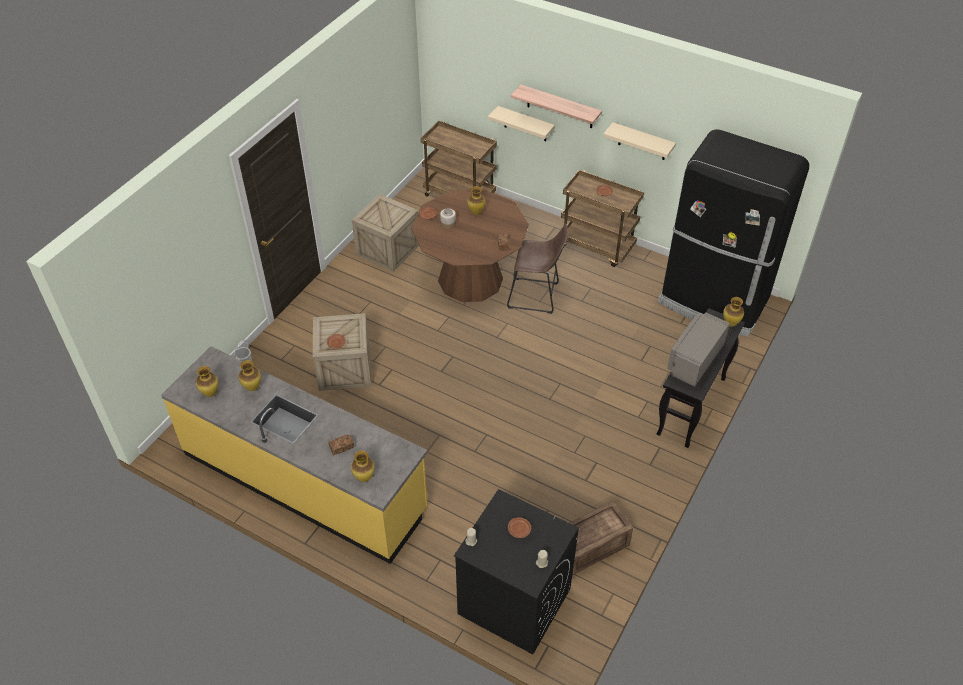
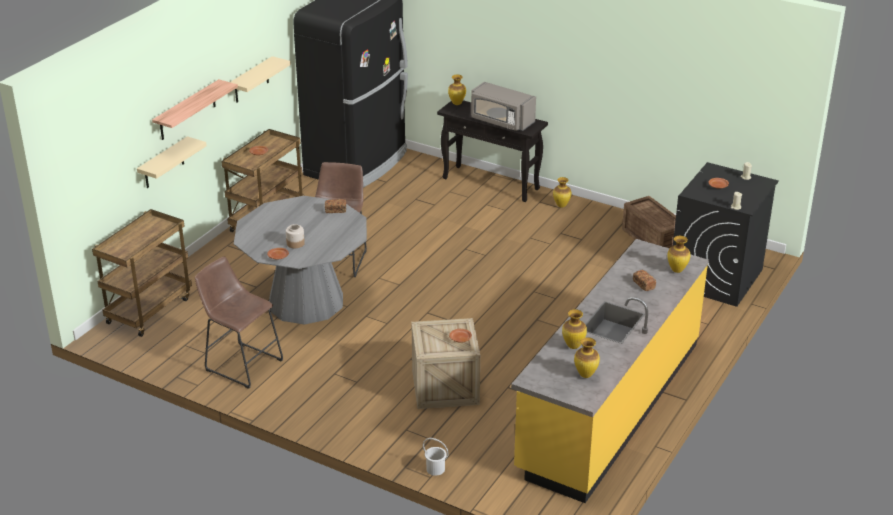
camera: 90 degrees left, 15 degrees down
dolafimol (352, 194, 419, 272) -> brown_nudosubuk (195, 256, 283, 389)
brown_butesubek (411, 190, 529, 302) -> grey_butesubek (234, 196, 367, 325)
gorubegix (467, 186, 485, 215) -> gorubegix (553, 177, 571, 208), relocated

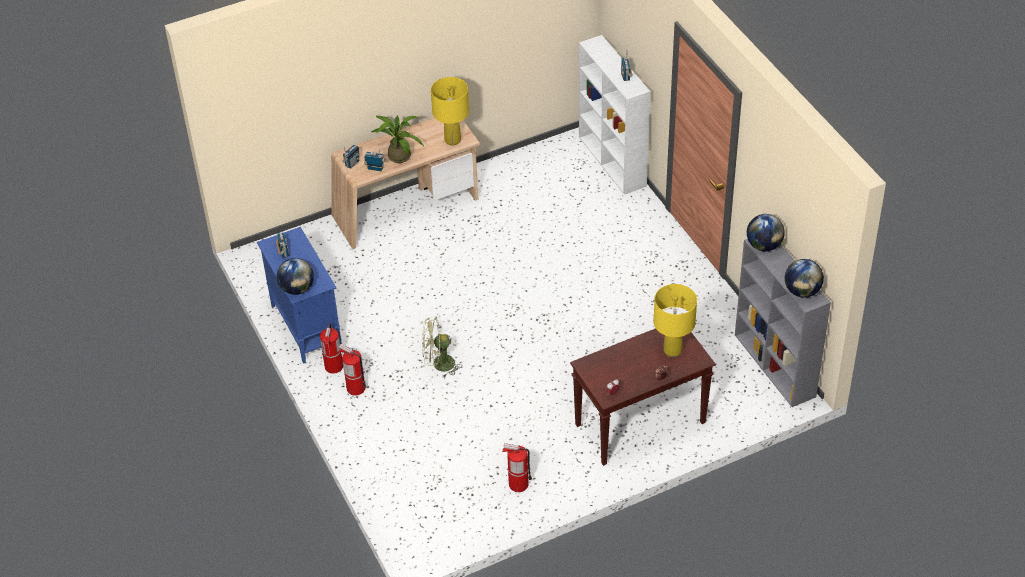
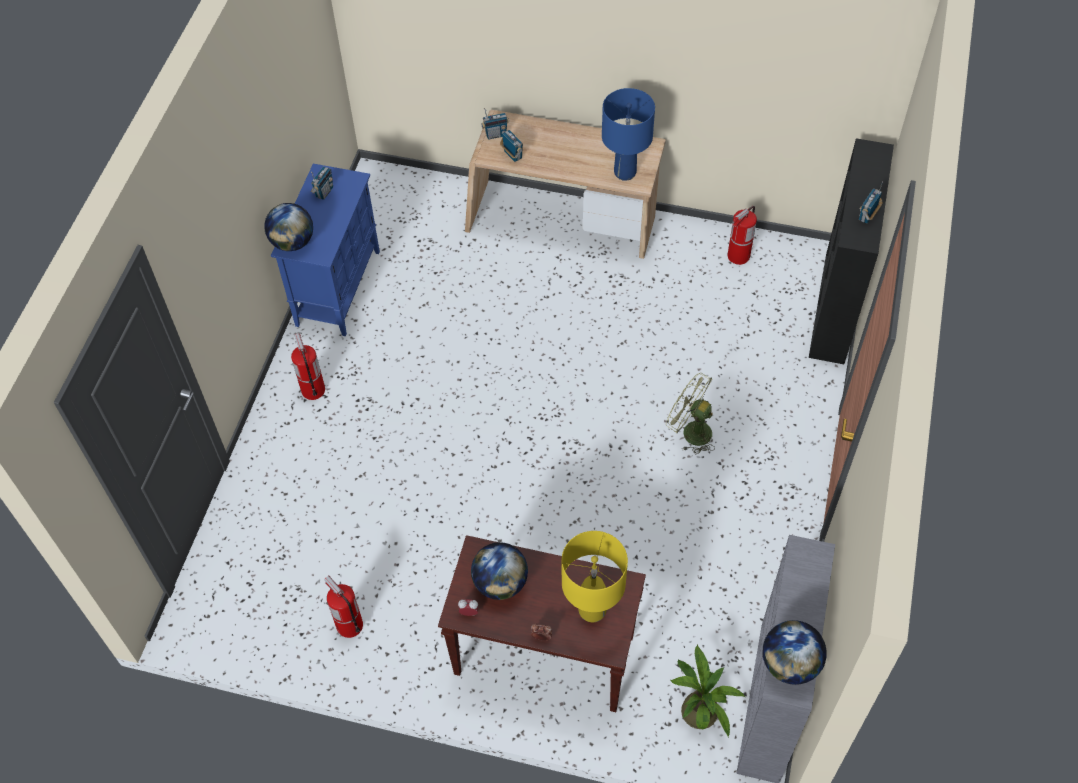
camera: 40 degrees right, 10 degrees up
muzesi (747, 214, 785, 251) -> muzesi (471, 542, 528, 600), relocated
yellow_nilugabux (431, 77, 469, 145) -> blue_nilugabux (602, 88, 655, 181)
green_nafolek (422, 317, 462, 377) -> green_nafolek (666, 373, 715, 454), relocated
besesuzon (371, 115, 424, 163) -> besesuzon (671, 645, 745, 737), relocated
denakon (320, 323, 343, 374) -> denakon (728, 206, 757, 265), relocated
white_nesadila (579, 35, 651, 195) -> black_nesadila (809, 138, 894, 364)

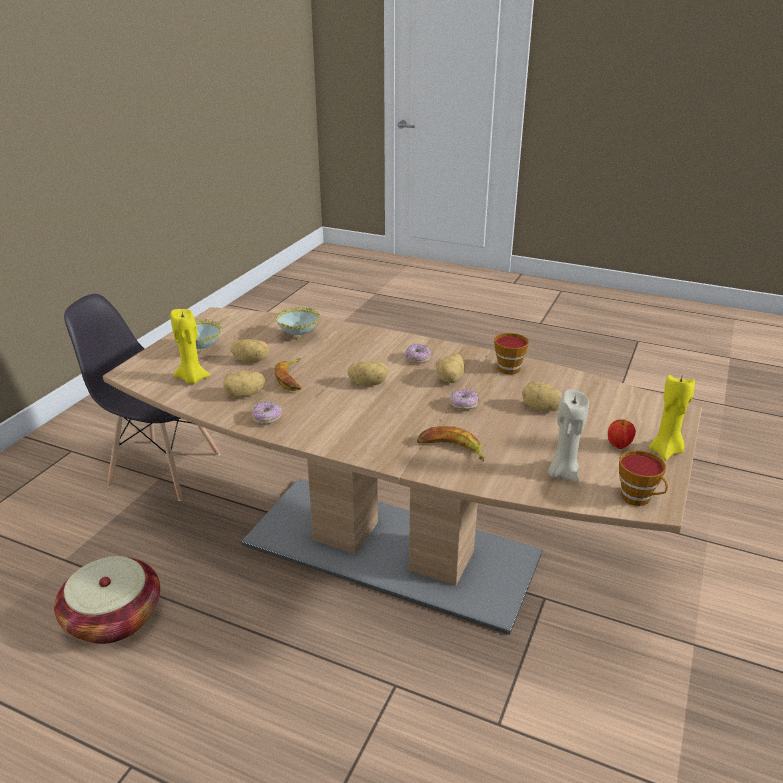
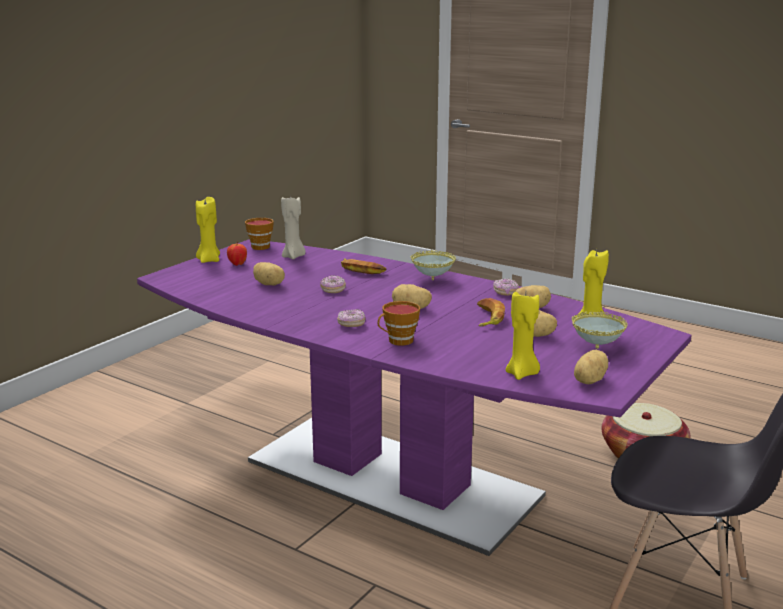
camera: 170 degrees left, 10 degrees down
brown_butesubek (103, 307, 702, 635) -> purple_butesubek (137, 239, 692, 556)
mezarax (494, 333, 529, 374) -> mezarax (377, 301, 420, 346), relocated
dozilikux (275, 306, 320, 338) -> dozilikux (411, 250, 456, 280), relocated
none -> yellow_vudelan (506, 292, 540, 380)
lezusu (437, 353, 464, 383) -> lezusu (574, 350, 608, 384), relocated

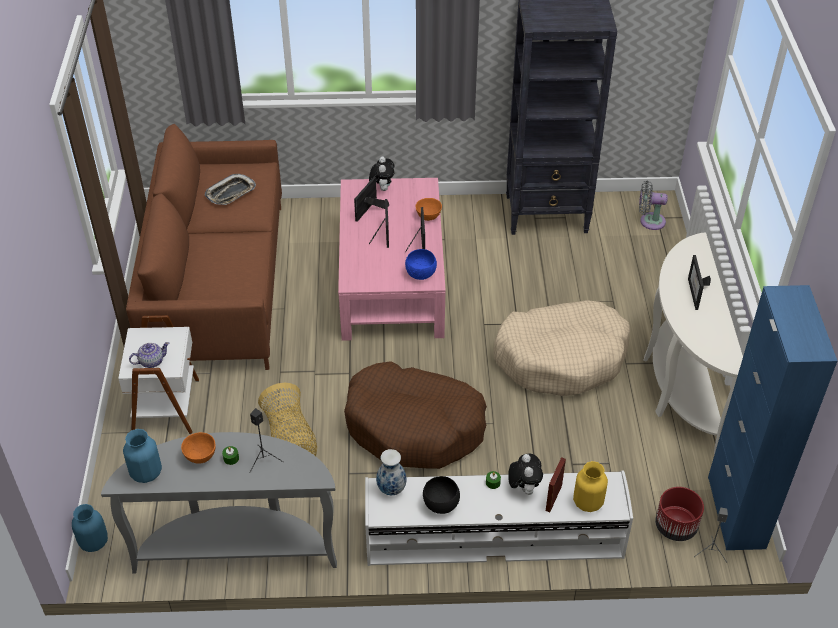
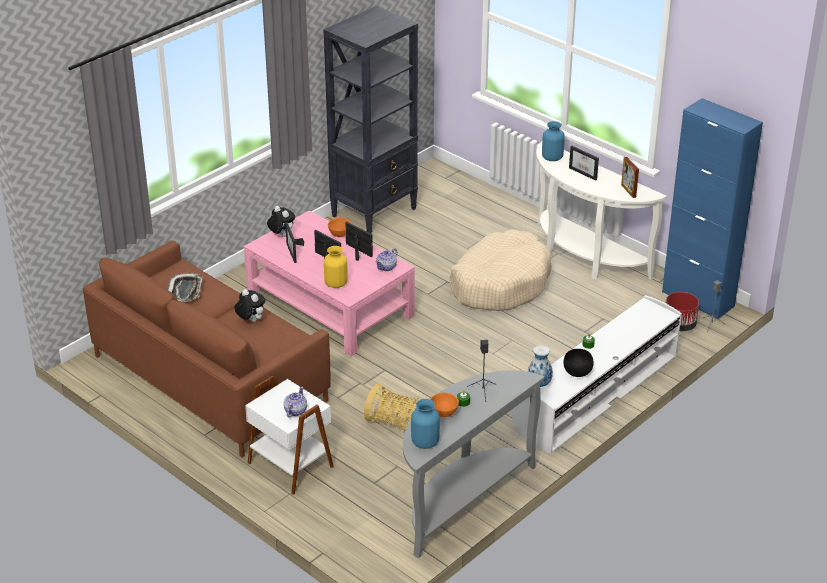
camera: 45 degrees left, 10 degrees down
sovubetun (508, 454, 543, 495) -> sovubetun (234, 289, 265, 322), relocated
yellow_gorubegix (573, 461, 608, 512) -> yellow_gorubegix (324, 246, 348, 288), relocated
blue_dozilikux (405, 249, 437, 280) -> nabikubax (375, 248, 398, 271)
blue_gorubegix (72, 504, 108, 552) -> blue_gorubegix (542, 121, 565, 161), relocated
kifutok (546, 457, 566, 512) -> kifutok (621, 157, 639, 198), relocated
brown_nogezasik (344, 361, 487, 469) -> none
grey_nafolek (639, 181, 668, 230) -> none

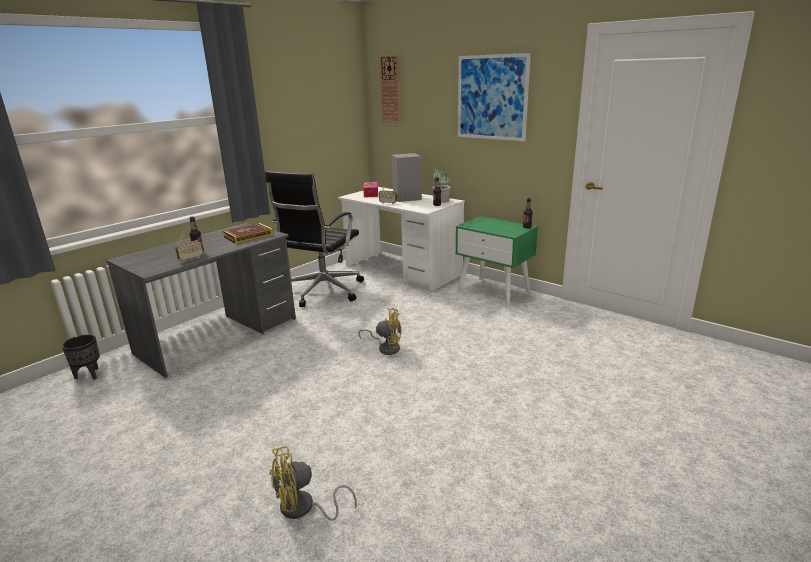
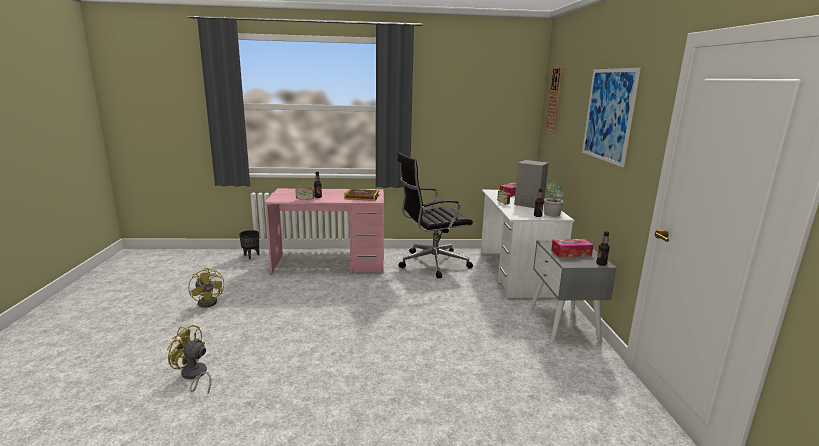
camera: 45 degrees right, 5 degrees down
yellow_nafolek (358, 308, 402, 355) -> yellow_nafolek (188, 268, 224, 308), relocated
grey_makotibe (106, 223, 296, 378) -> pink_makotibe (264, 188, 384, 274)
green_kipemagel (455, 216, 538, 307) -> grey_kipemagel (530, 240, 617, 342)
none -> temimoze (551, 239, 593, 257)

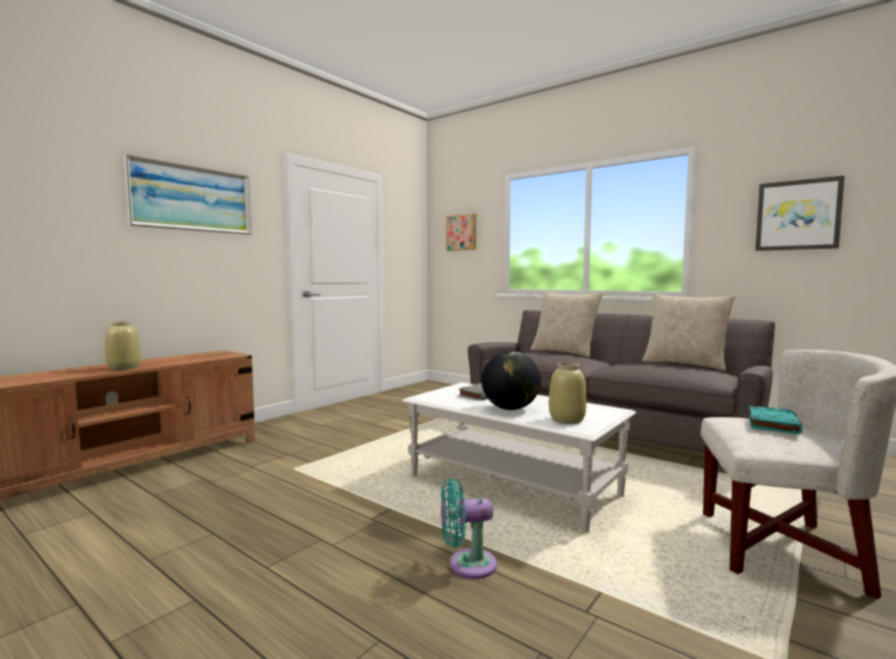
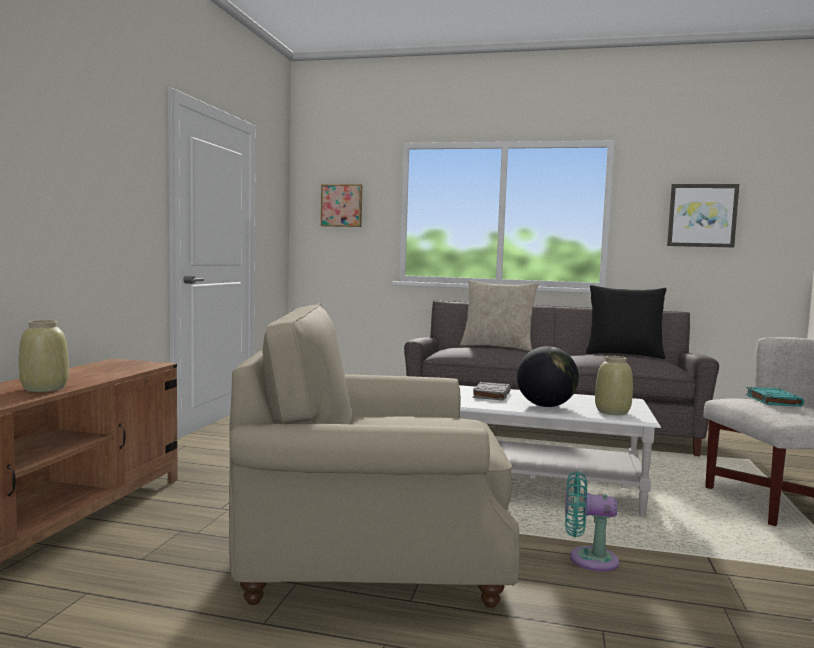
camera: 25 degrees left, 0 degrees up
none -> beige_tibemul (229, 304, 520, 608)
turquoise_nafolek (441, 478, 497, 579) -> turquoise_nafolek (565, 471, 619, 572), 45 degrees clockwise
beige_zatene (642, 294, 735, 371) -> black_zatene (586, 285, 667, 359)
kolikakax (124, 154, 252, 235) -> none

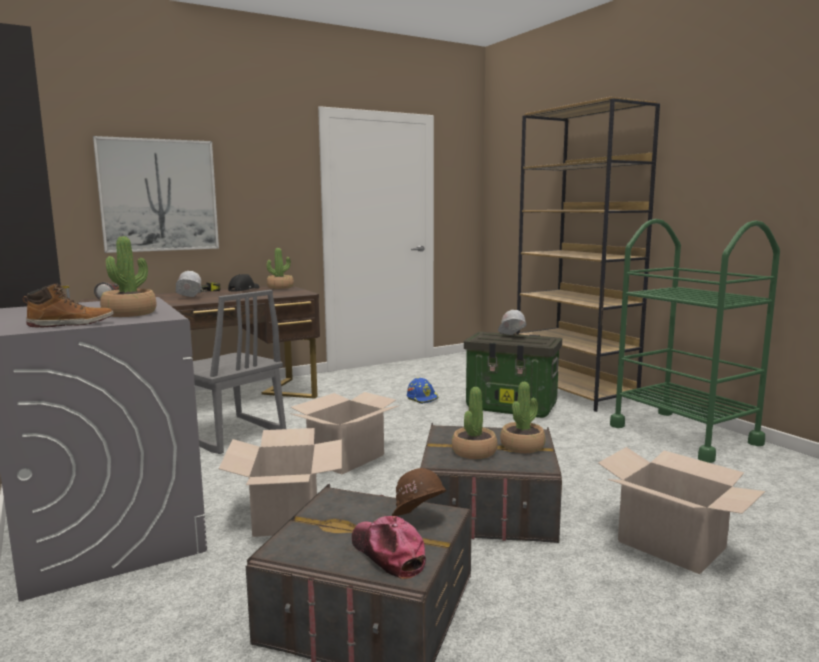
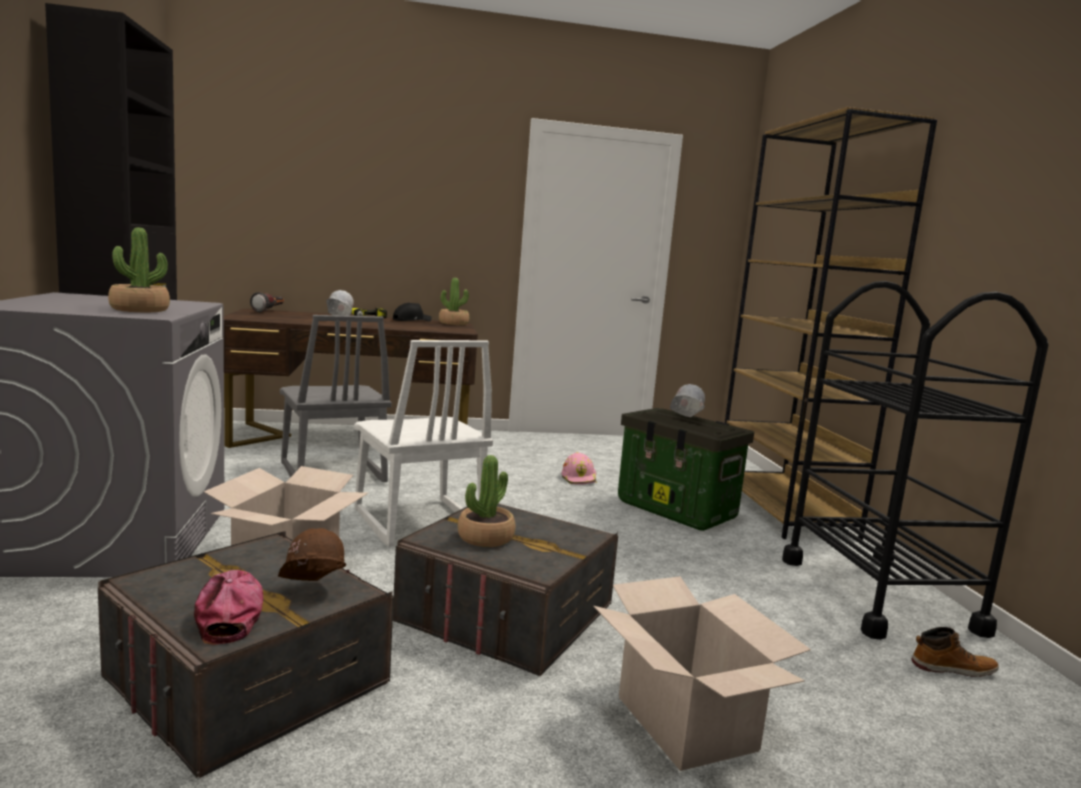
camera: 20 degrees right, 0 degrees up
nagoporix (290, 392, 400, 474) -> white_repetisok (354, 340, 493, 547)
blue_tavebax (407, 378, 439, 404) -> pink_tavebax (561, 452, 597, 485)
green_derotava (610, 219, 780, 463) -> black_derotava (782, 281, 1048, 640)
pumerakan (23, 283, 114, 328) -> pumerakan (912, 627, 999, 677), relocated
kolikakax (93, 136, 219, 253) -> none
besesuzon (500, 382, 546, 453) -> none

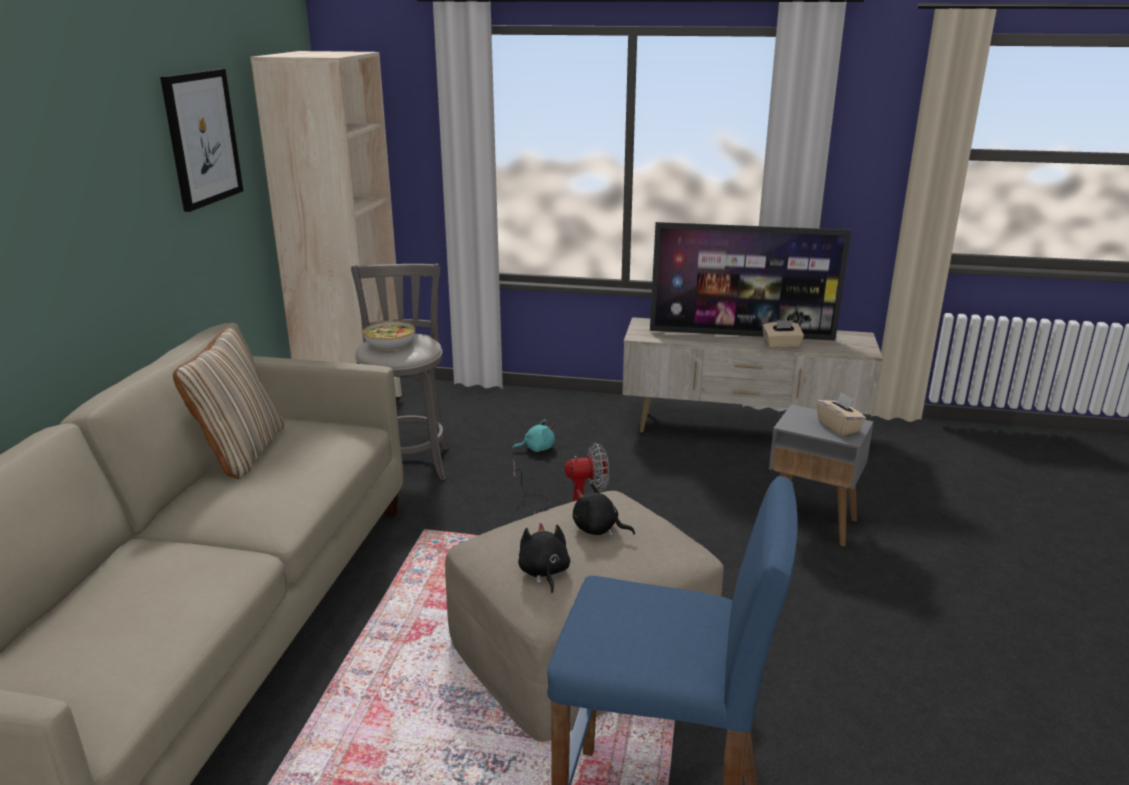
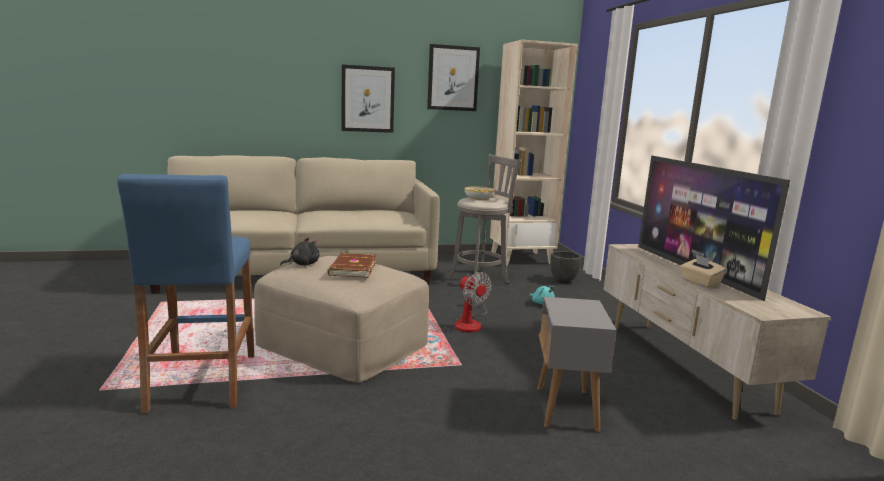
camera: 65 degrees right, 10 degrees down
black_sovubetun (573, 483, 635, 536) -> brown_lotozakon (328, 253, 377, 278)
none -> kolikakax (342, 65, 395, 133)
none -> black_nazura (550, 251, 581, 283)
beige_zatene (173, 328, 285, 479) -> none
beige_temimoze (817, 392, 866, 436) -> none

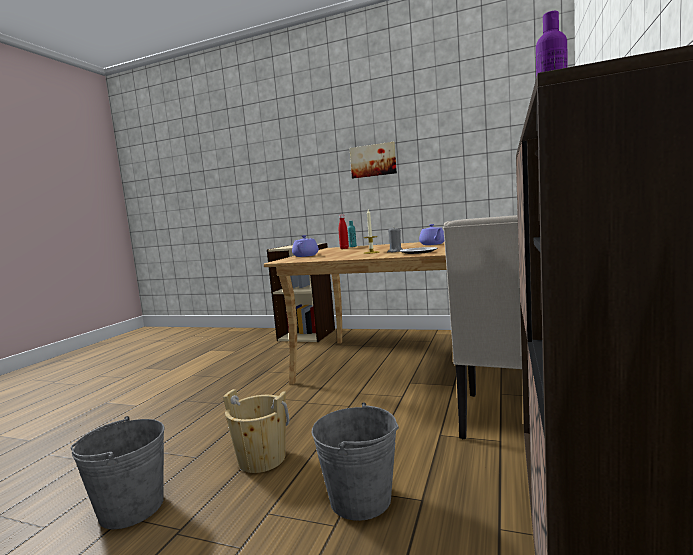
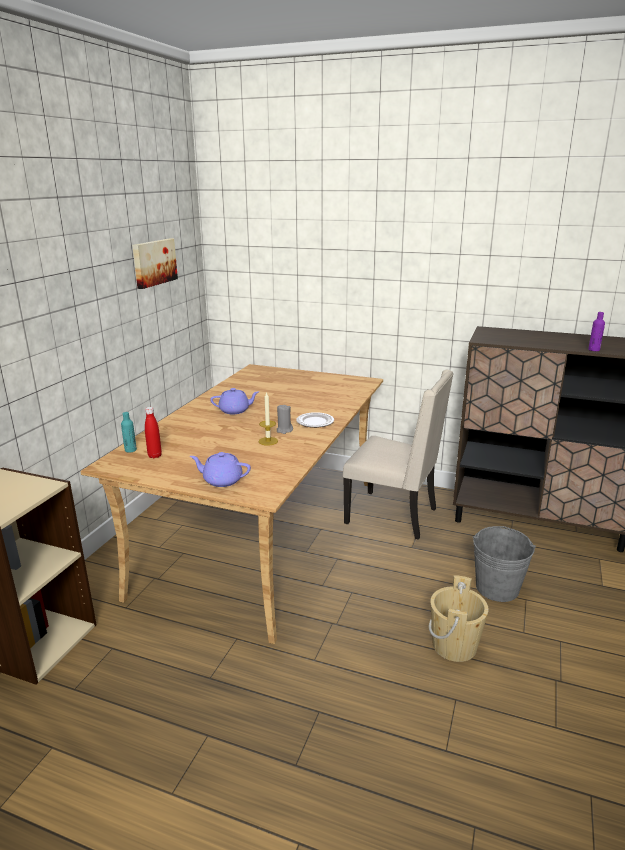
camera: 90 degrees left, 15 degrees up
kolikakax (350, 142, 397, 179) -> kolikakax (132, 238, 178, 289), relocated
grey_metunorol (71, 416, 164, 529) -> none

